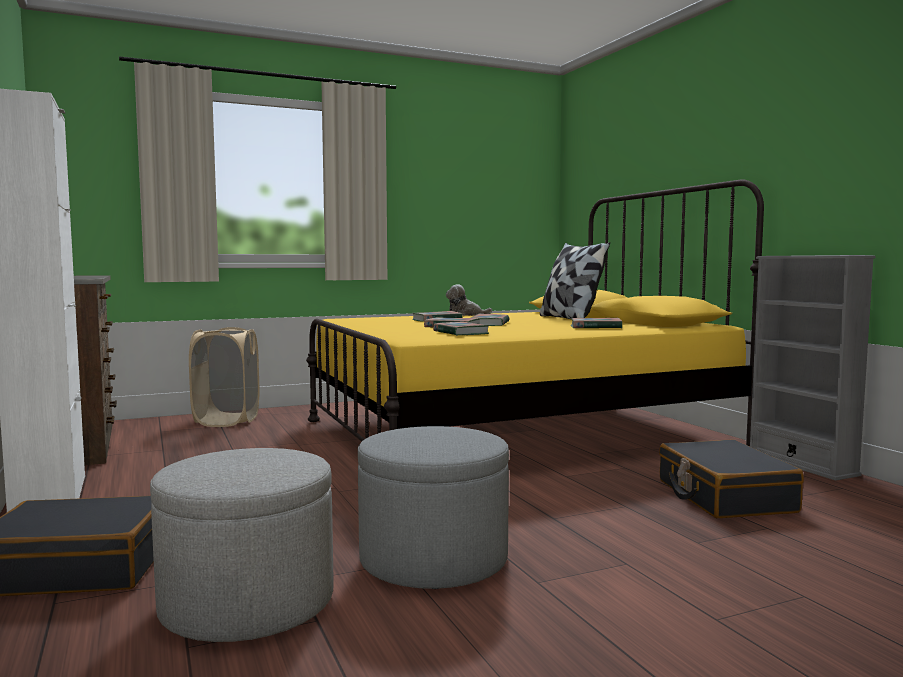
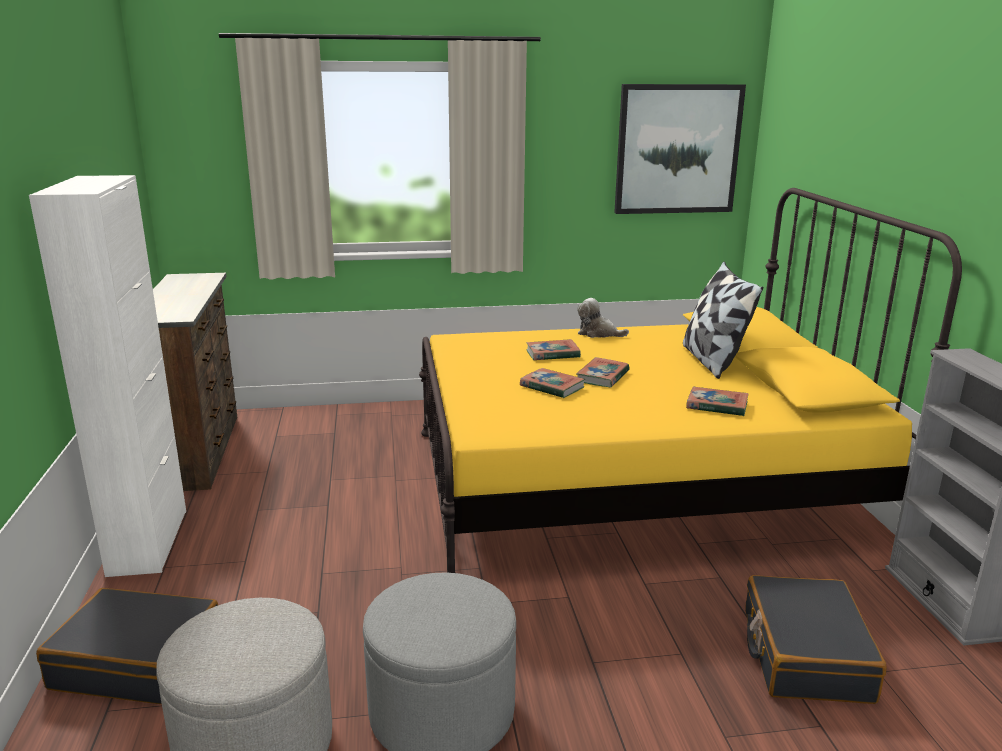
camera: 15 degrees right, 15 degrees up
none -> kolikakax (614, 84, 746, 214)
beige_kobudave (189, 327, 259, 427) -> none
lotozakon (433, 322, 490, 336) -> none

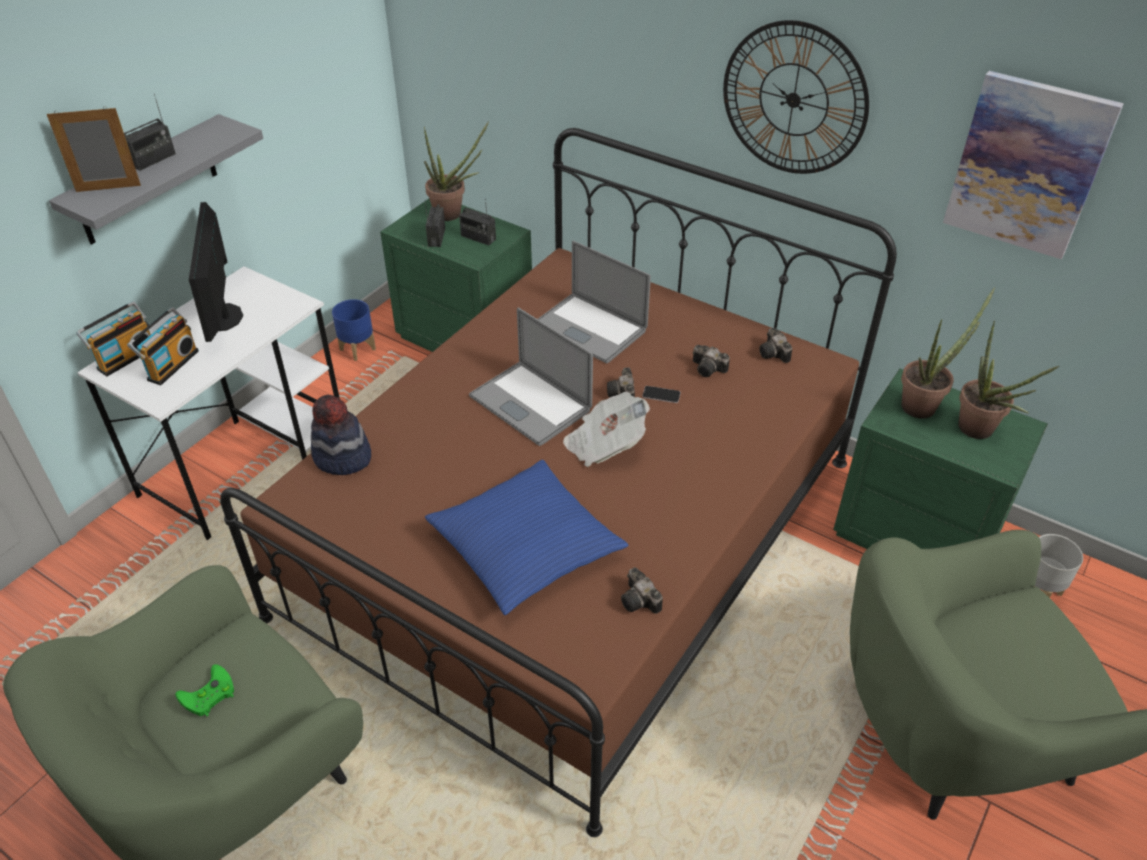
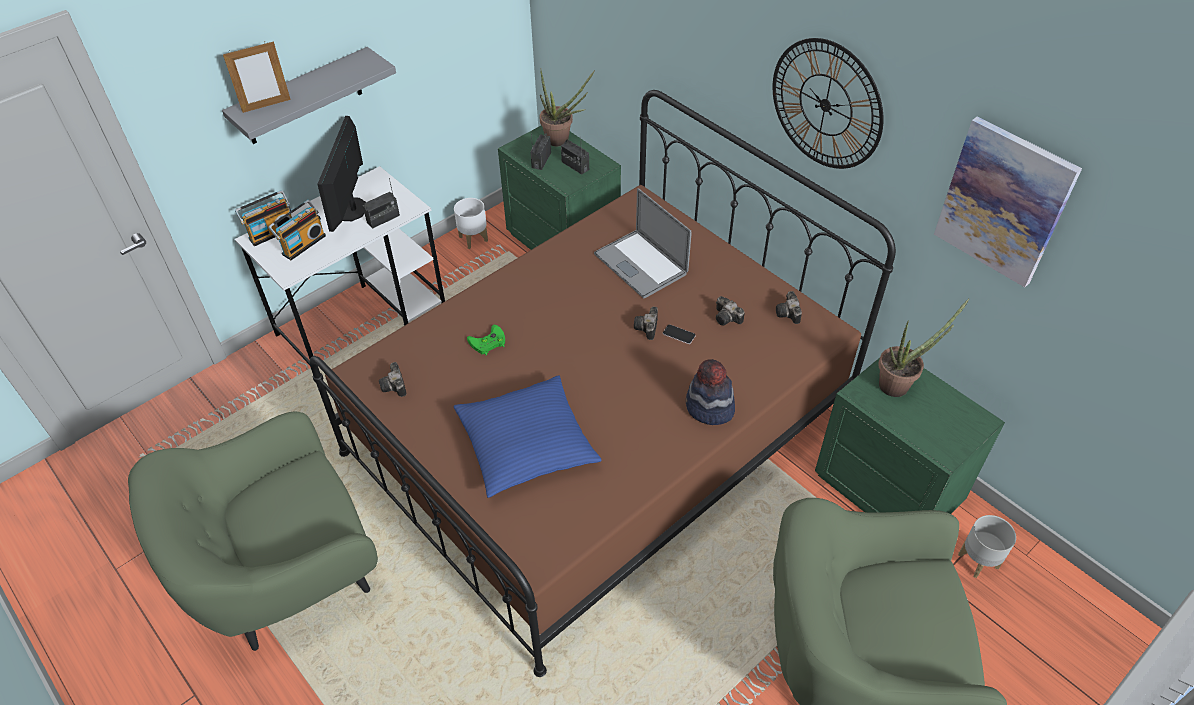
camera: 15 degrees right, 5 degrees up
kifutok (47, 106, 141, 192) -> kifutok (223, 41, 291, 113), 150 degrees clockwise
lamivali (124, 94, 176, 171) -> lamivali (363, 178, 400, 229), relocated
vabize (621, 567, 663, 614) -> vabize (379, 362, 406, 397), relocated
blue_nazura (332, 299, 376, 361) -> white_nazura (454, 198, 488, 249)
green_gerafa (175, 664, 234, 716) -> green_gerafa (467, 325, 505, 355), relocated
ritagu (311, 395, 371, 475) -> ritagu (686, 359, 735, 425), relocated
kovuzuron (469, 307, 593, 446) -> none
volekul (563, 392, 650, 467) -> none
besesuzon (958, 321, 1059, 439) -> none

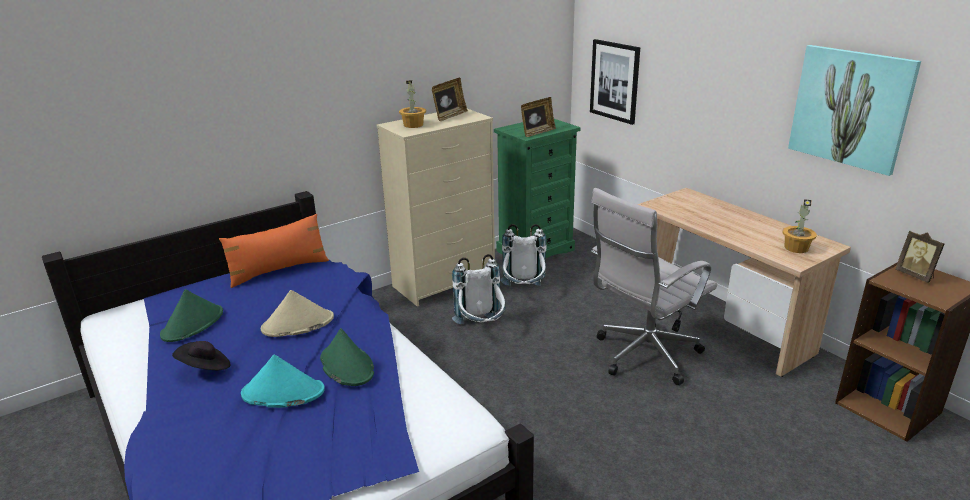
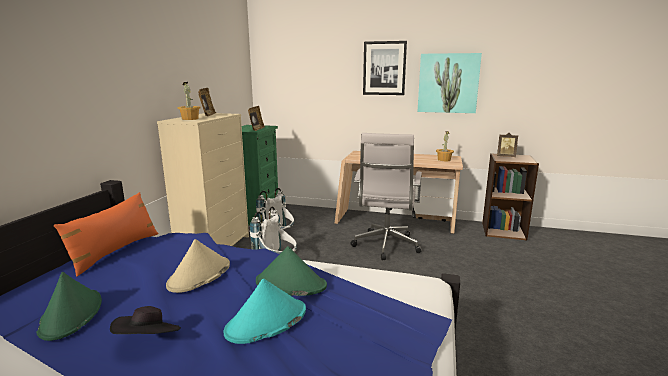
camera: 40 degrees left, 10 degrees down
kolikakax (590, 39, 640, 125) -> kolikakax (363, 41, 407, 95), relocated

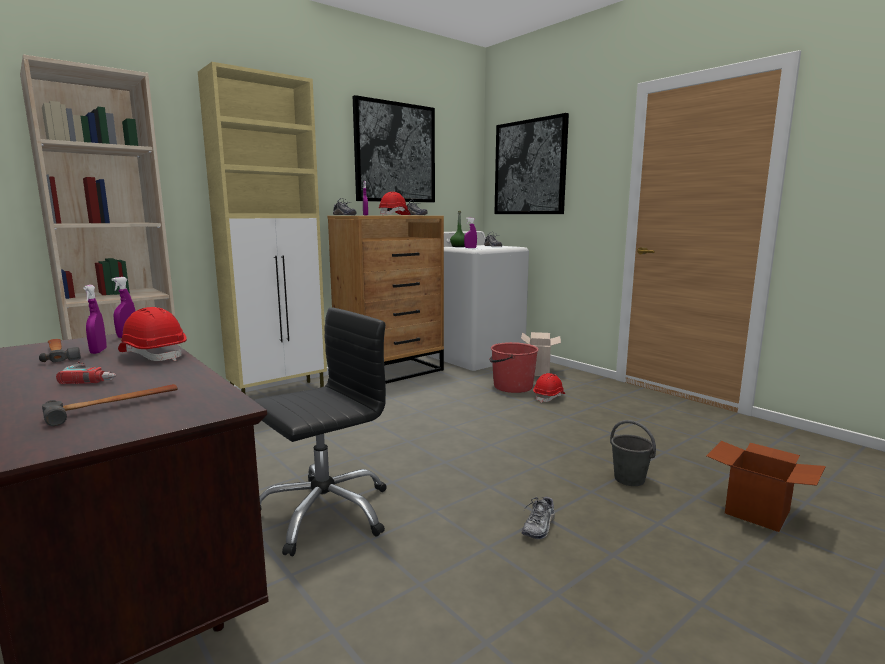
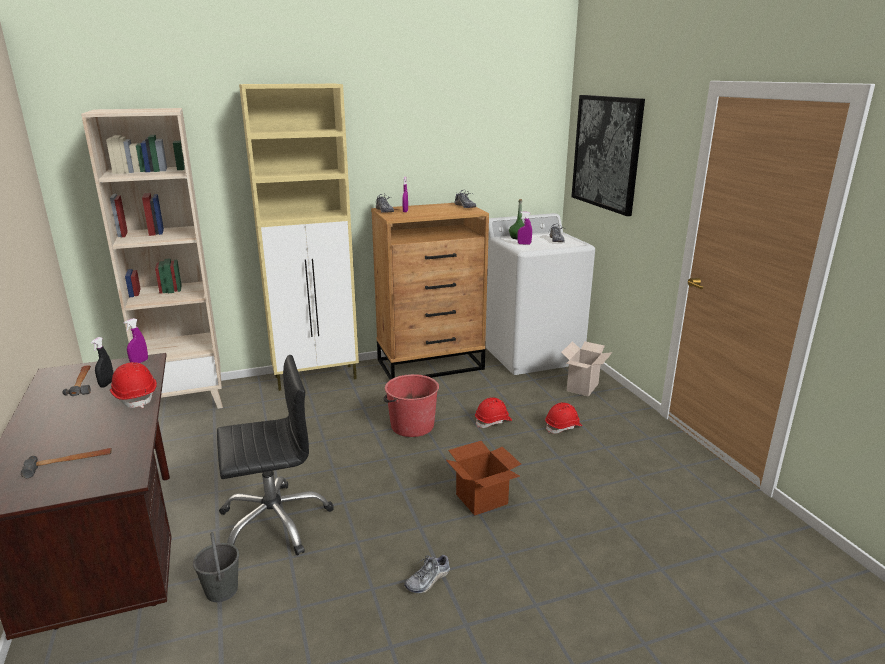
camera: 20 degrees right, 10 degrees up
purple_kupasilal (83, 285, 107, 354) -> black_kupasilal (91, 337, 114, 387)
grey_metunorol (610, 420, 656, 486) -> grey_metunorol (193, 532, 239, 602), relocated
red_metunorol (489, 342, 539, 393) -> red_metunorol (384, 374, 439, 437), relocated
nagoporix (707, 441, 826, 532) -> nagoporix (446, 441, 521, 516), relocated
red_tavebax (379, 192, 410, 215) -> red_tavebax (475, 397, 512, 428), relocated
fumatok (56, 361, 116, 384) -> none
kolikakax (353, 95, 435, 202) -> none

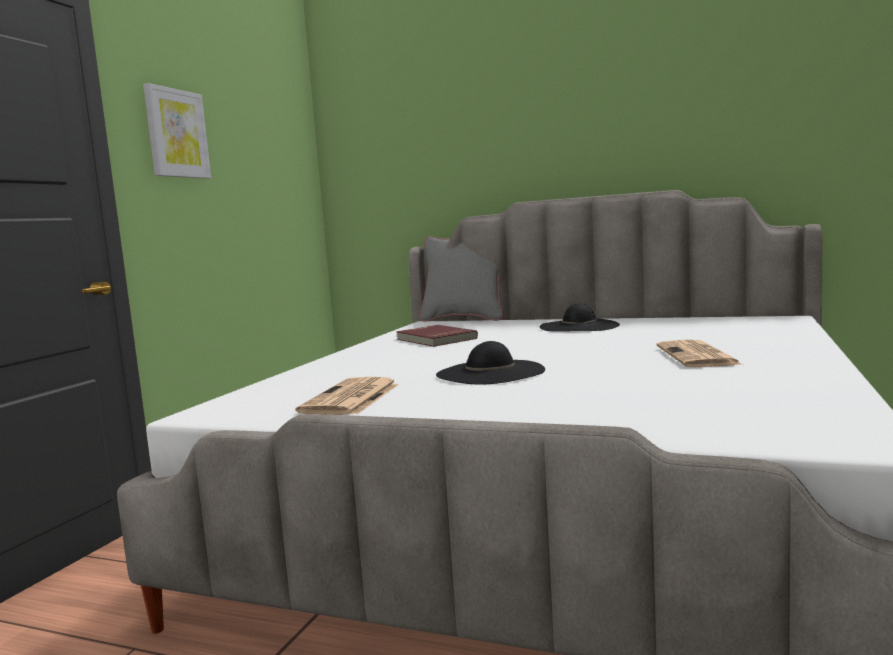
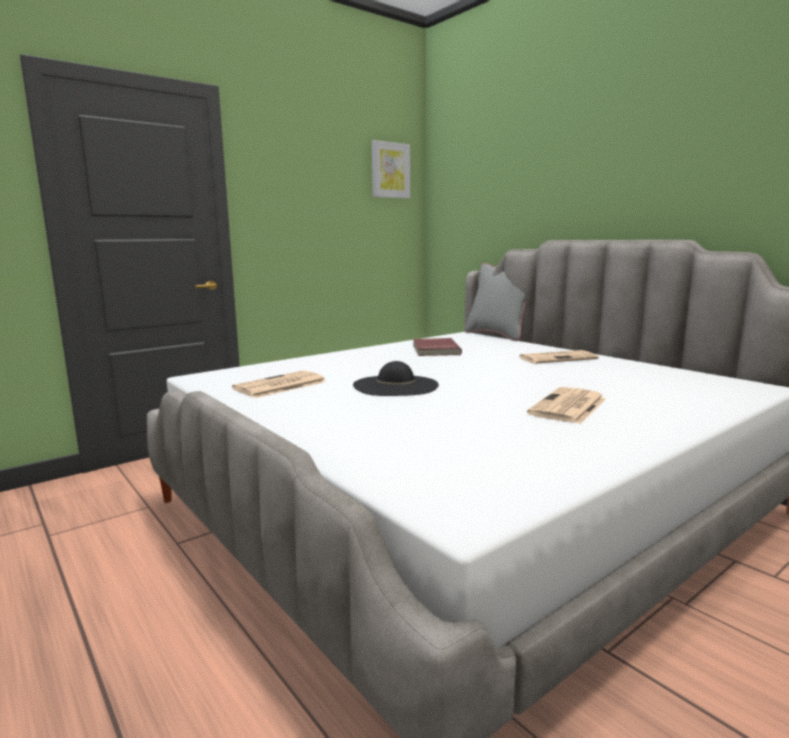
camera: 30 degrees right, 5 degrees up
kolikakax (143, 83, 211, 179) -> kolikakax (372, 140, 410, 199), relocated
black_ritagu (540, 303, 620, 332) -> volekul (519, 350, 599, 364)

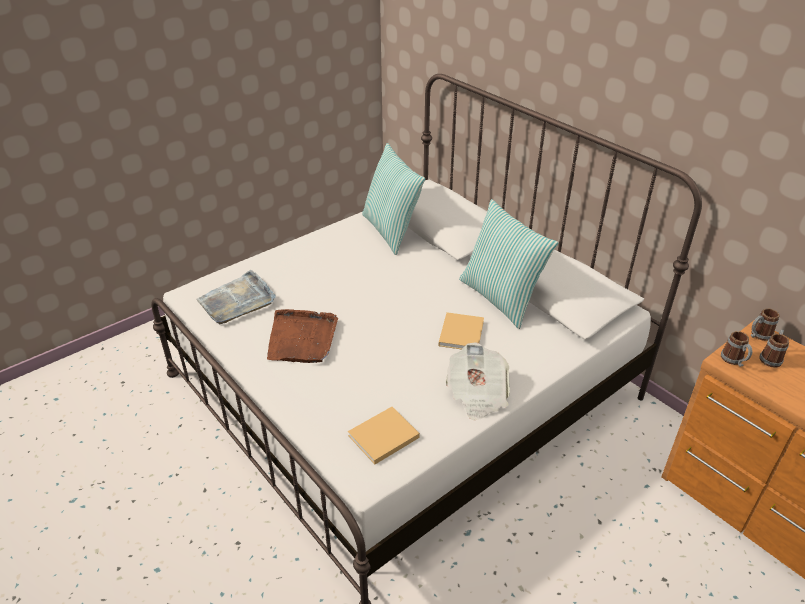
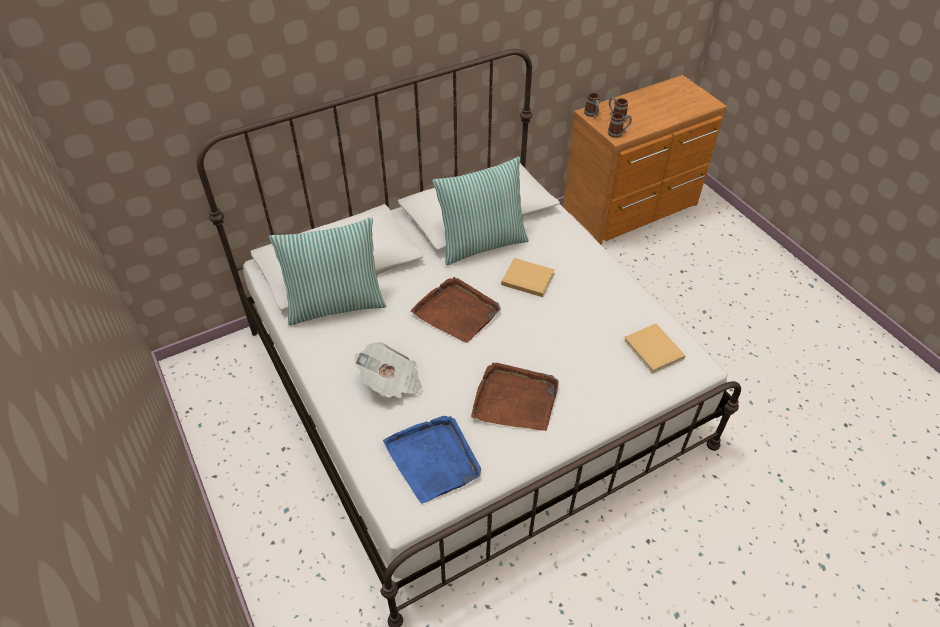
camera: 80 degrees left, 10 degrees up
volekul (446, 342, 510, 421) -> volekul (354, 342, 423, 398), relocated
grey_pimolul (196, 270, 276, 324) -> blue_pimolul (383, 416, 481, 503)
none -> brown_pimolul (411, 277, 501, 343)

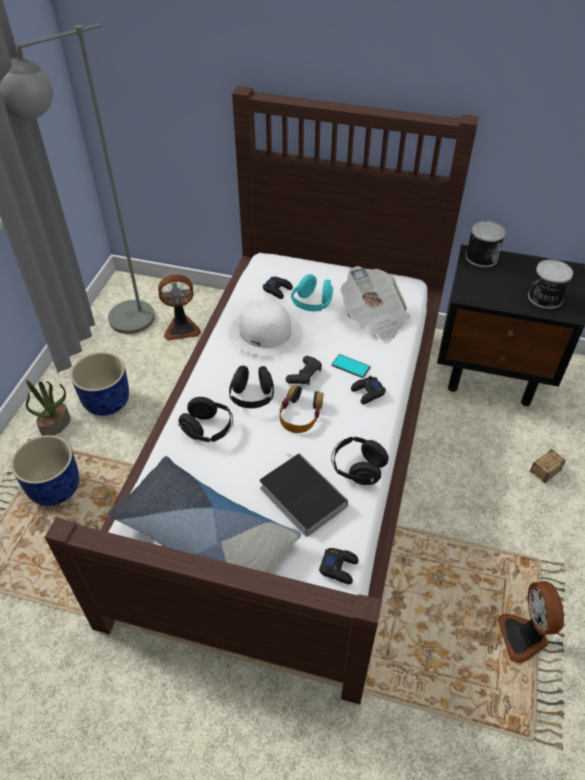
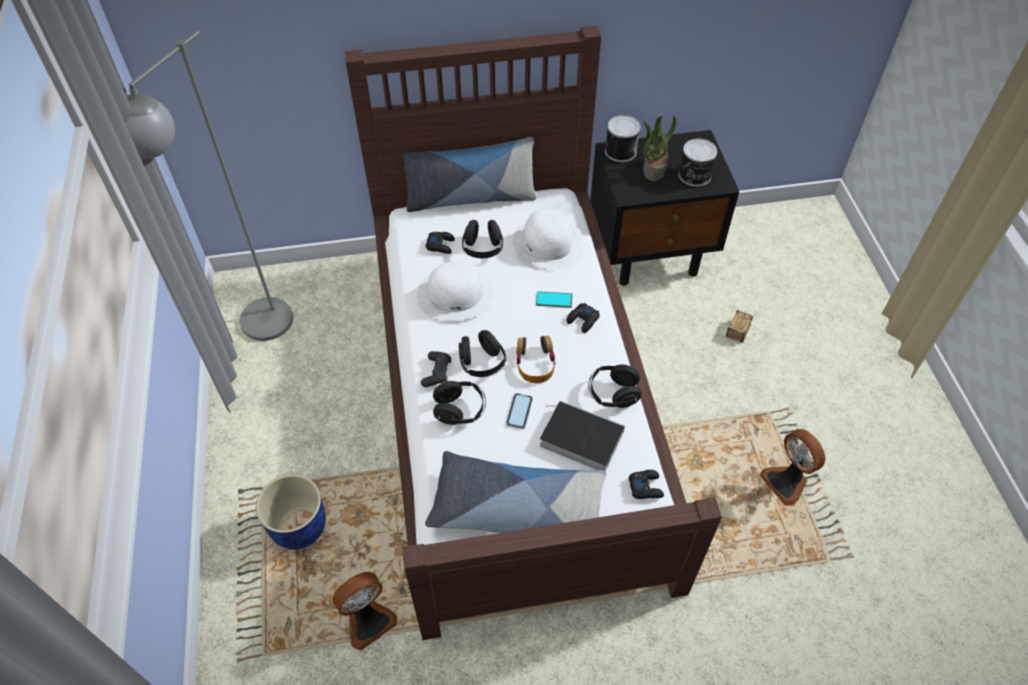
camera: 25 degrees left, 5 degrees up
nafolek (158, 274, 201, 340) -> nafolek (333, 572, 397, 651), relocated
none -> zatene (403, 137, 537, 212)
black_gerafa (286, 356, 322, 385) -> black_gerafa (421, 351, 451, 387), relocated
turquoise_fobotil (291, 274, 333, 311) -> black_fobotil (462, 220, 503, 258)
none -> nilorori (506, 393, 533, 429)
volekul (340, 266, 410, 342) -> white_ritagu (512, 209, 584, 270)
besesuzon (26, 380, 70, 436) -> besesuzon (643, 115, 676, 182), relocated
blue_nazura (71, 352, 129, 416) -> none

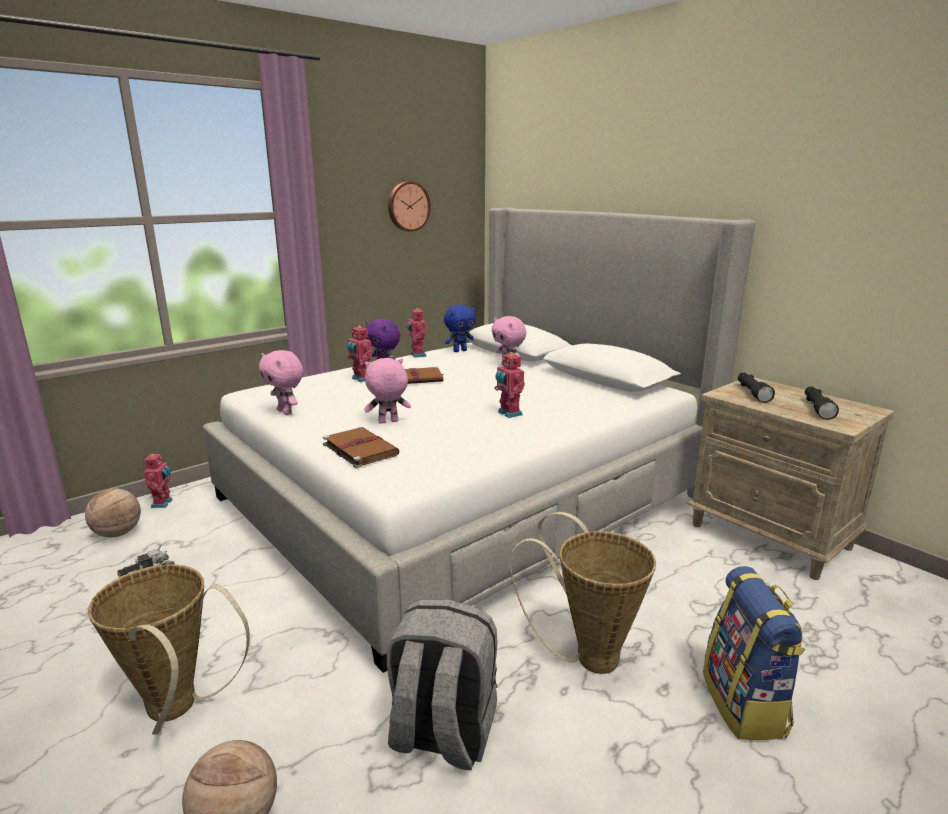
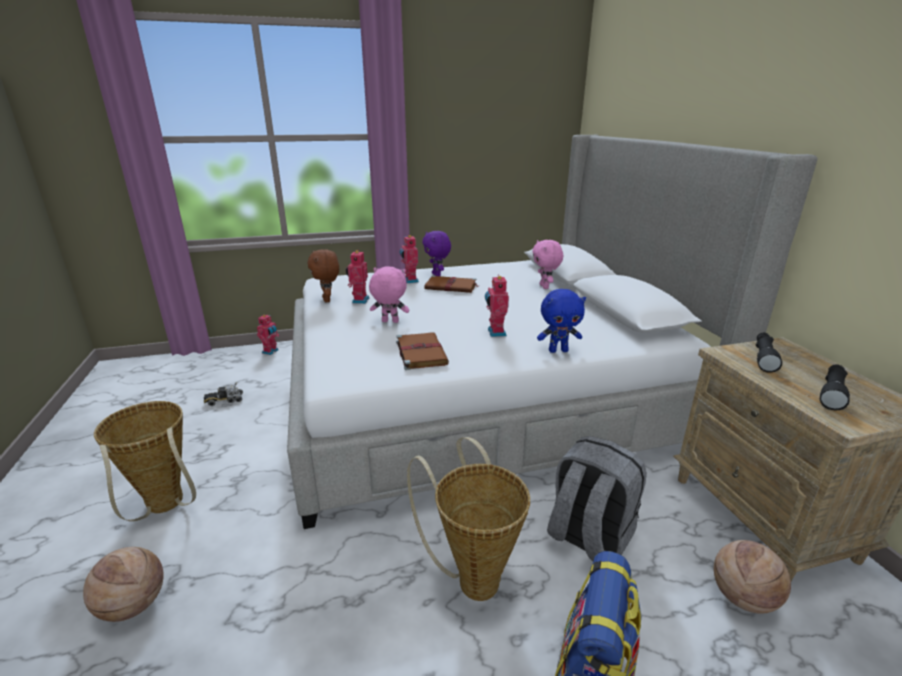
camera: 25 degrees right, 5 degrees up
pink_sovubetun (259, 350, 303, 415) -> brown_sovubetun (307, 249, 339, 302)
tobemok (406, 308, 427, 358) -> tobemok (346, 250, 369, 304), relocated
brown_lotozakon (323, 427, 400, 468) -> brown_lotozakon (396, 332, 449, 370), relocated
blue_sovubetun (444, 305, 475, 352) -> blue_sovubetun (537, 289, 586, 353), relocated
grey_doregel (387, 599, 498, 770) -> grey_doregel (547, 436, 647, 561), relocated
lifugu (85, 488, 141, 537) -> lifugu (714, 540, 791, 614), relocated
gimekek (388, 181, 431, 232) -> none

